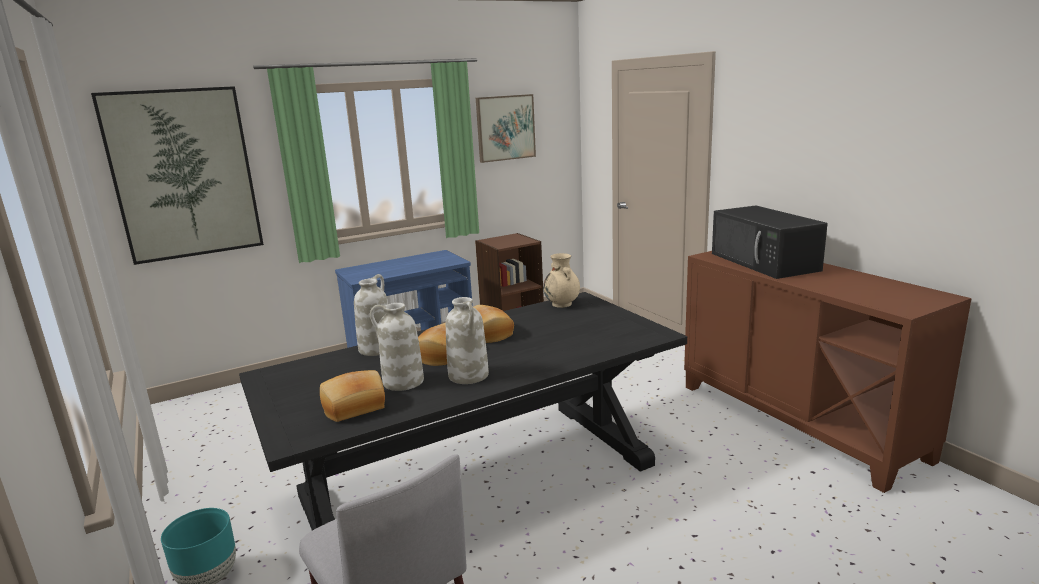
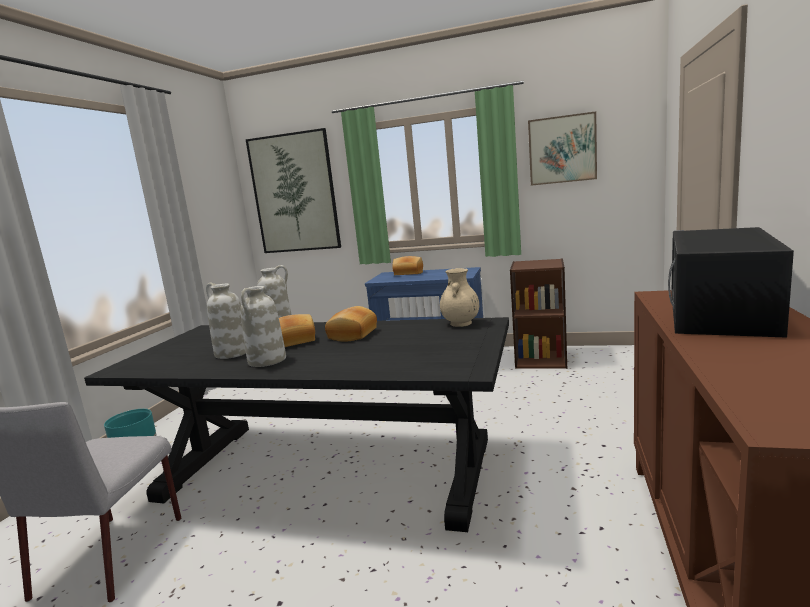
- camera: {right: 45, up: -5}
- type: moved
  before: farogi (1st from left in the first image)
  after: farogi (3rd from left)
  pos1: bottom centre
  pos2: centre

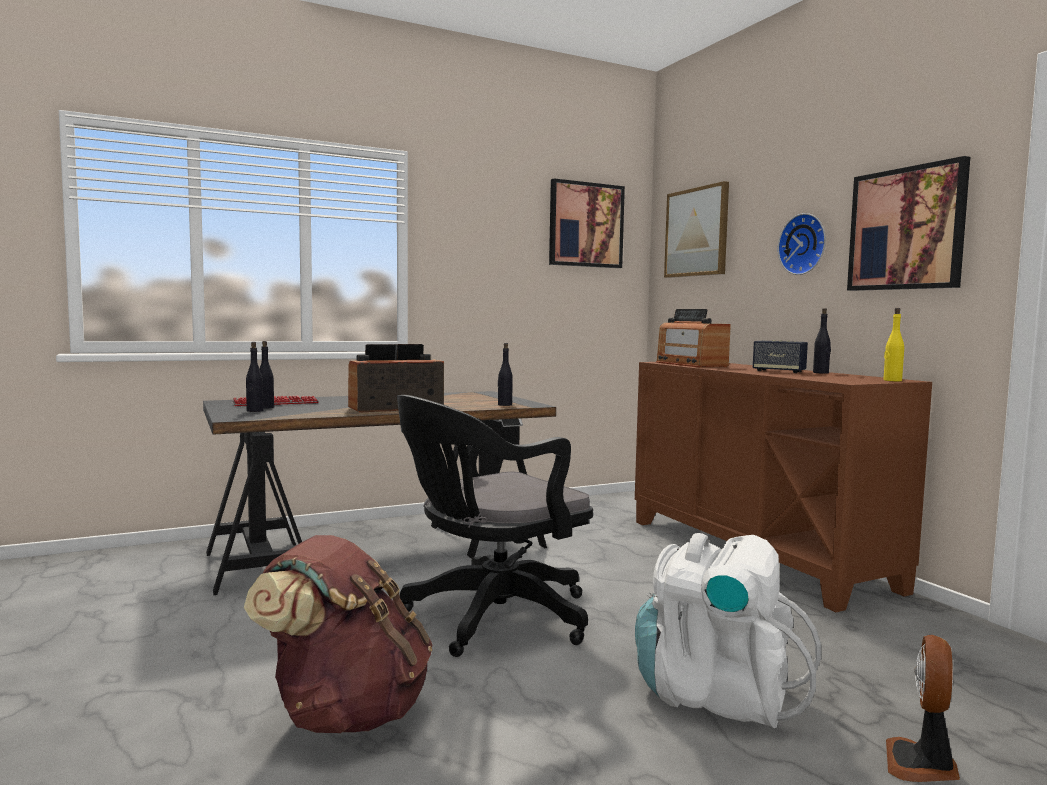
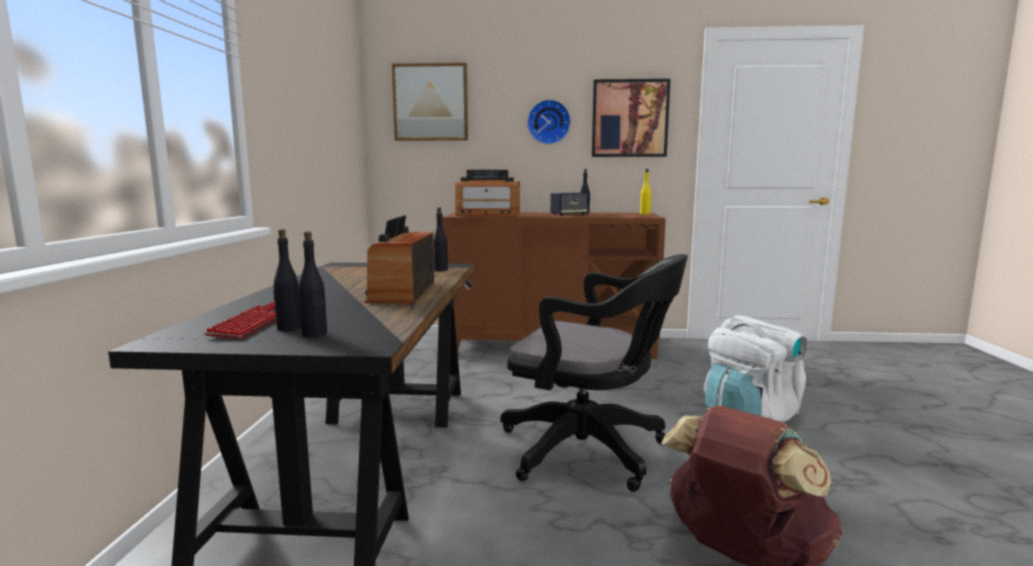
- camera: {right: -60, up: 5}
- type: removed
  before: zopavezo (1st from left)
  pos1: top centre
- type: removed
  before: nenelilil
  pos1: bottom right
- type: turned
  before: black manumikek
  pos1: bottom centre
  pos2: centre
  turn: -60

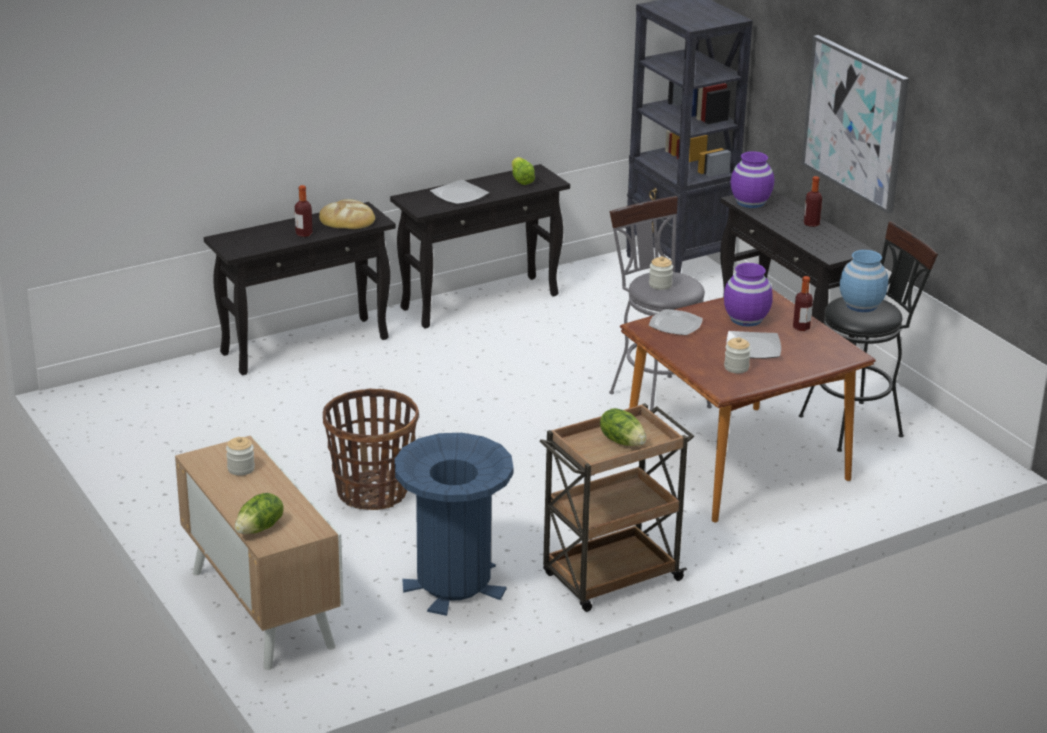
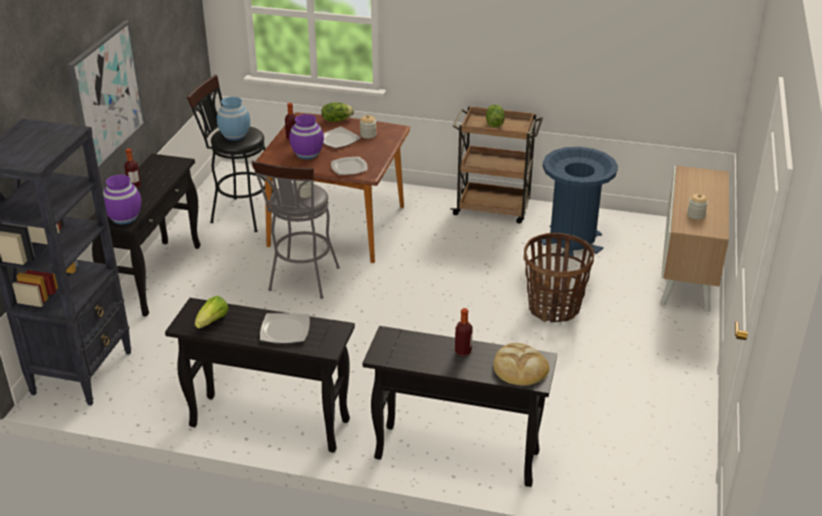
- camera: {right: -135, up: 5}
- type: moved
  before: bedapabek (1st from left in the first image)
  after: bedapabek (2nd from left)
  pos1: bottom left
  pos2: top centre
- type: moved
  before: farogi
  pos1: top left
  pos2: bottom centre

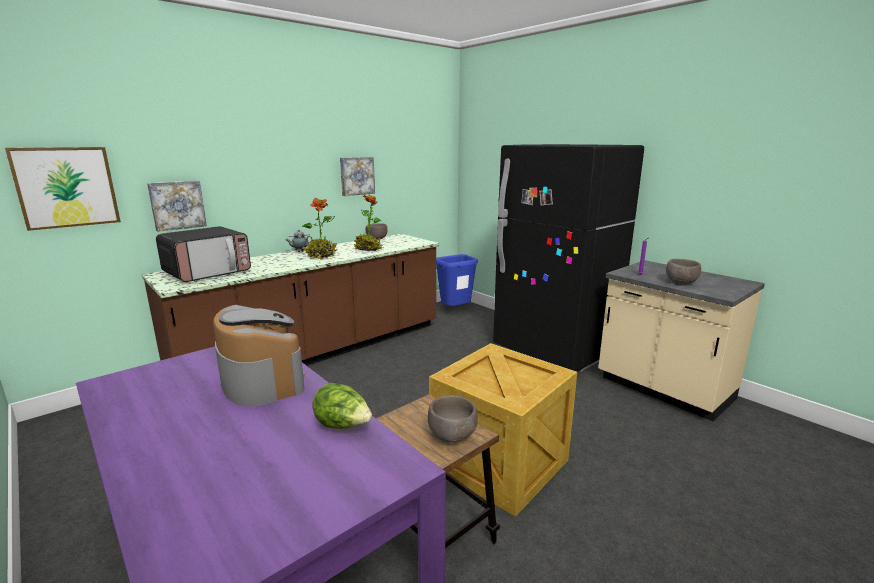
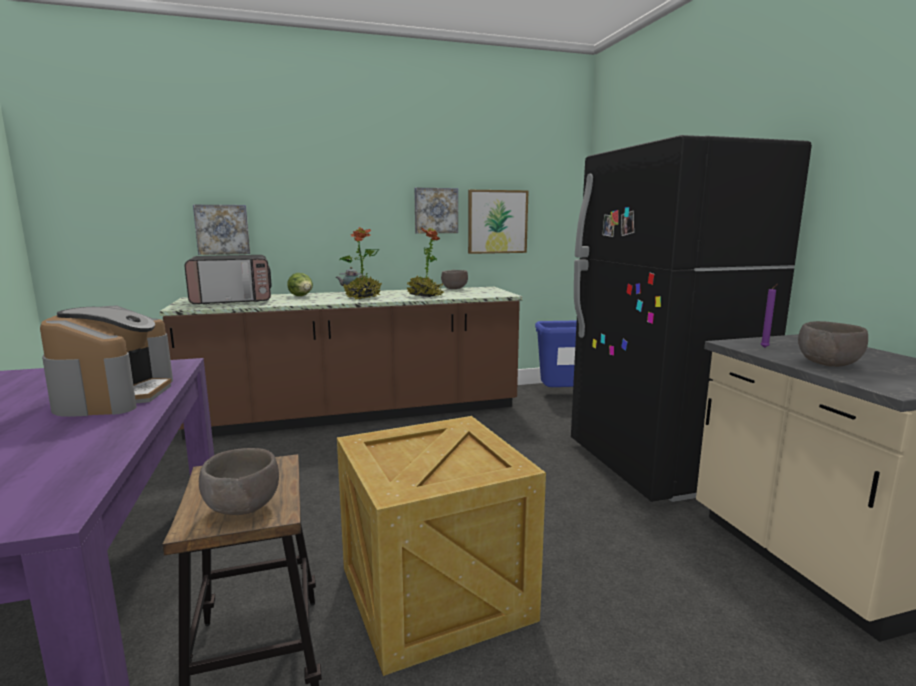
- camera: {right: 25, up: -5}
- type: moved
  before: zopavezo (1st from left in the first image)
  after: zopavezo (3rd from left)
  pos1: top left
  pos2: top centre
- type: moved
  before: bedapabek
  pos1: bottom centre
  pos2: middle left

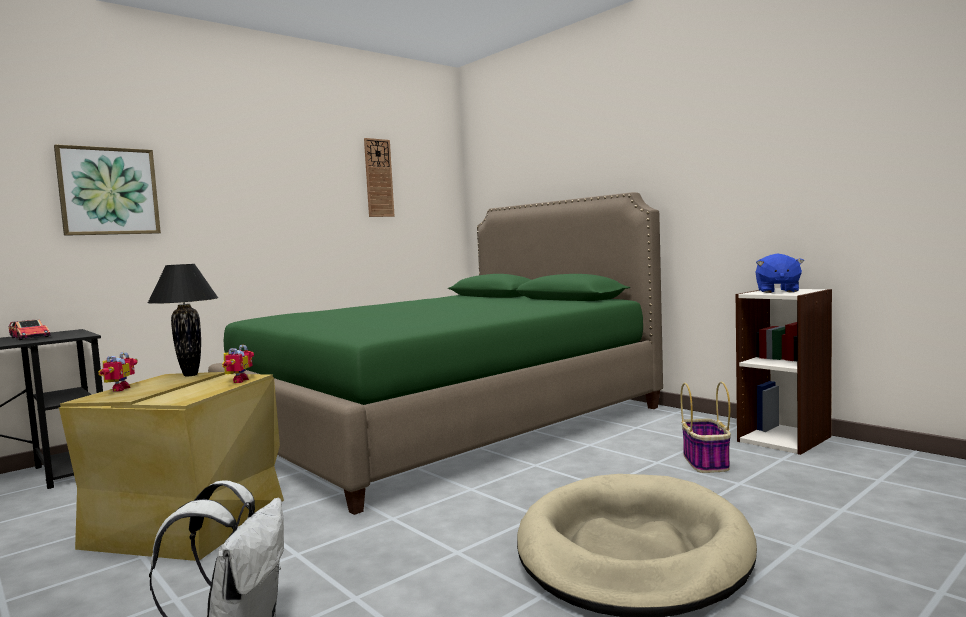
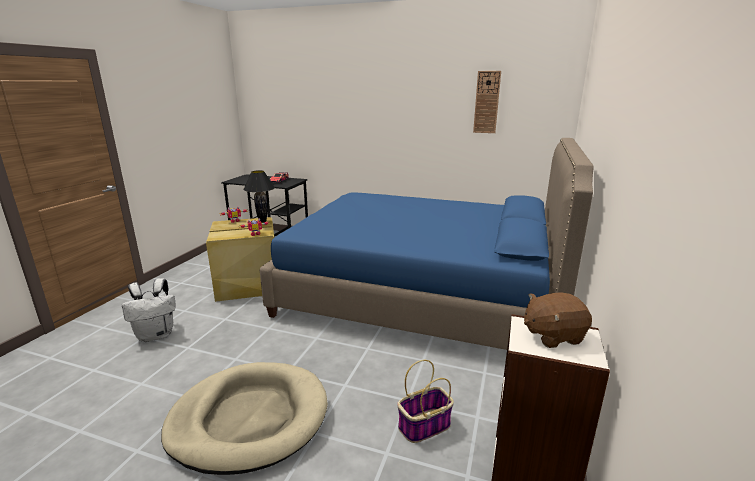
- camera: {right: 60, up: 15}
- type: removed
  before: zopavezo
  pos1: top left
- type: recoloured
  before: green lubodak
  after: blue lubodak
  pos1: centre
  pos2: centre
- type: recoloured
  before: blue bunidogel
  after: brown bunidogel
  pos1: middle right
  pos2: middle right

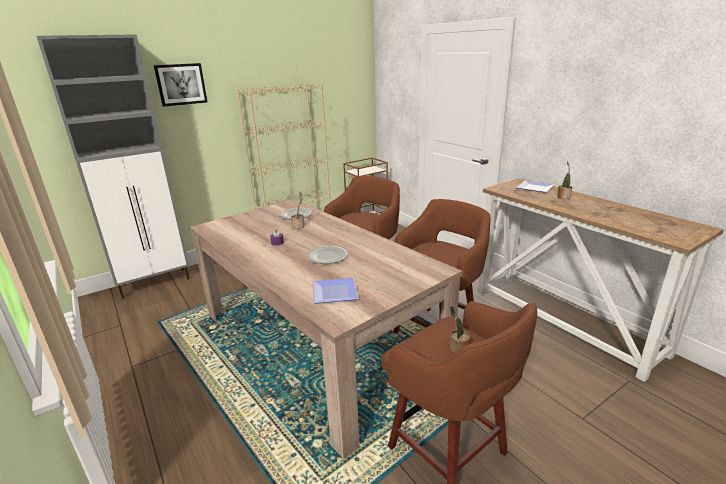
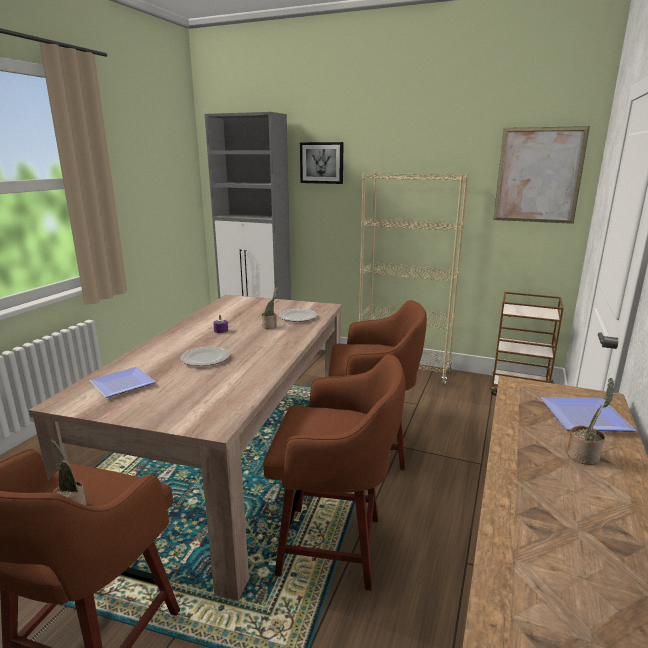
- camera: {right: 55, up: -5}
- type: added
  after: zopavezo (2nd from left)
  pos2: top right

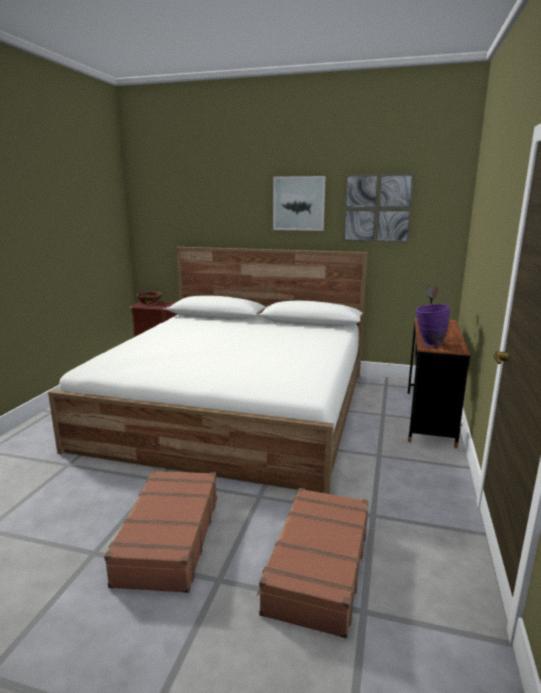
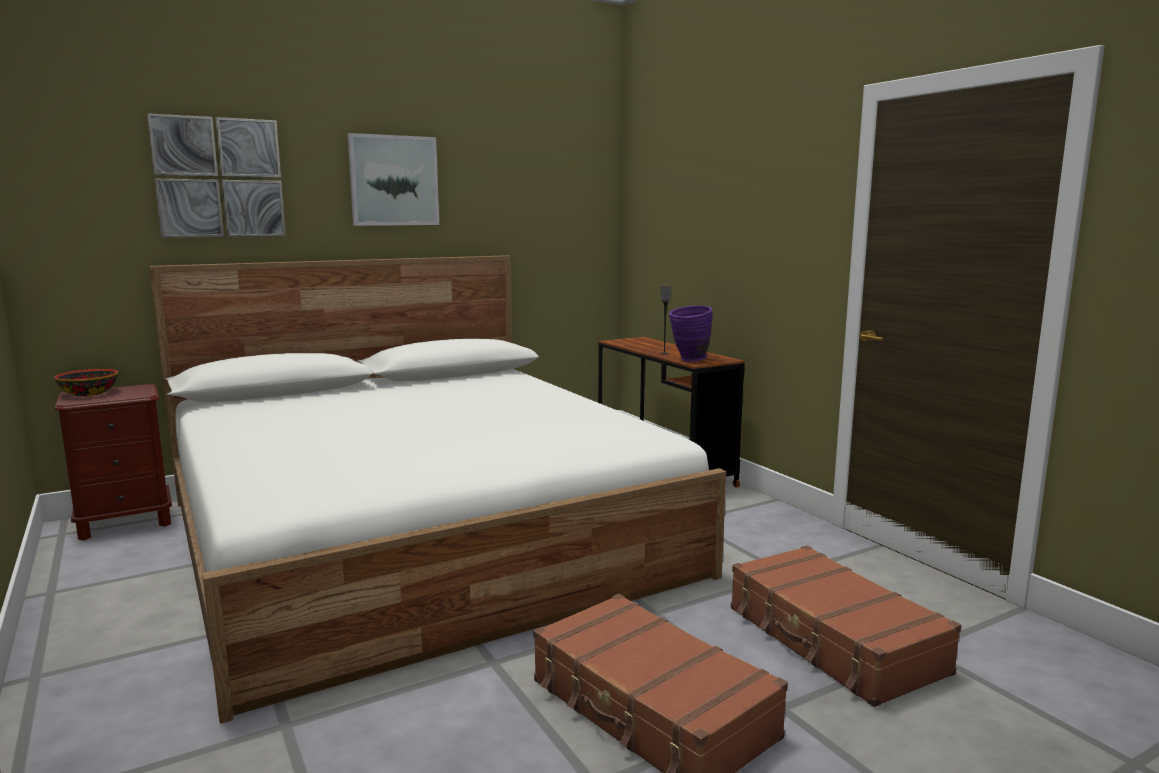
- camera: {right: -45, up: -5}
- type: moved
  before: zopavezo (2nd from left in the first image)
  after: zopavezo (1st from left)
  pos1: top right
  pos2: top left

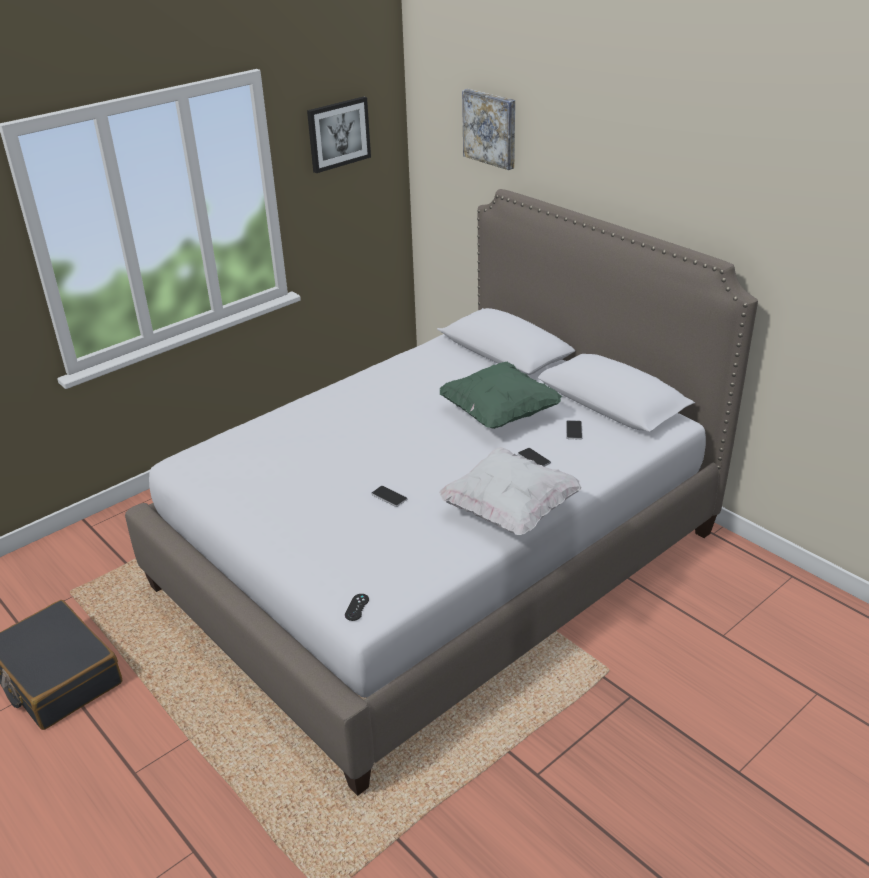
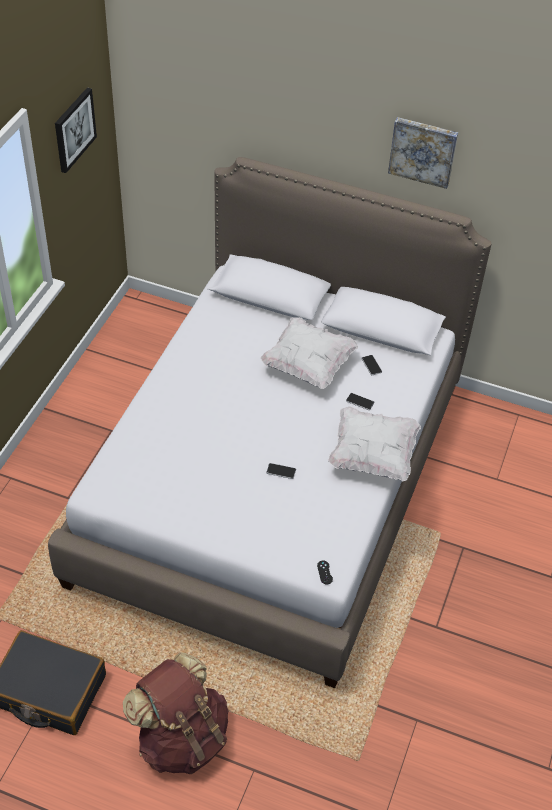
- camera: {right: -30, up: 15}
- type: added
  after: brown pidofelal
  pos2: bottom left
- type: moved
  before: zopavezo (2nd from left)
  pos1: top centre
  pos2: top right
- type: recoloured
  before: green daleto
  after: white daleto (1st from left)
  pos1: centre
  pos2: centre

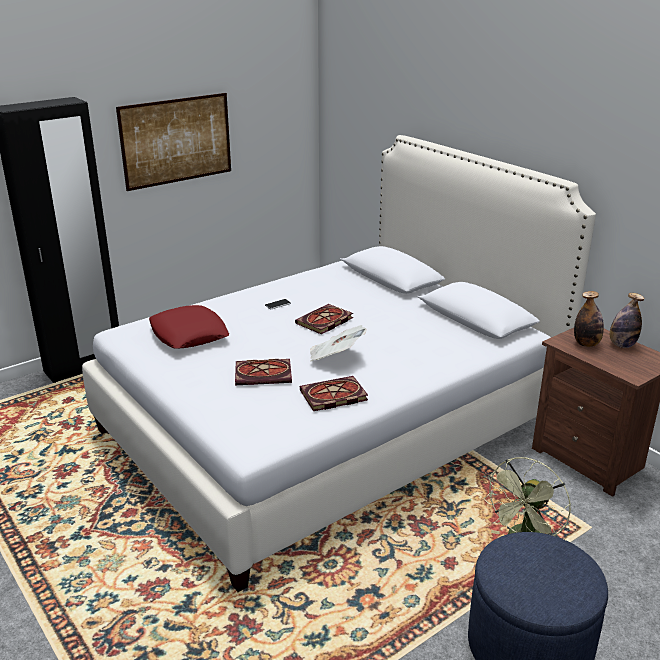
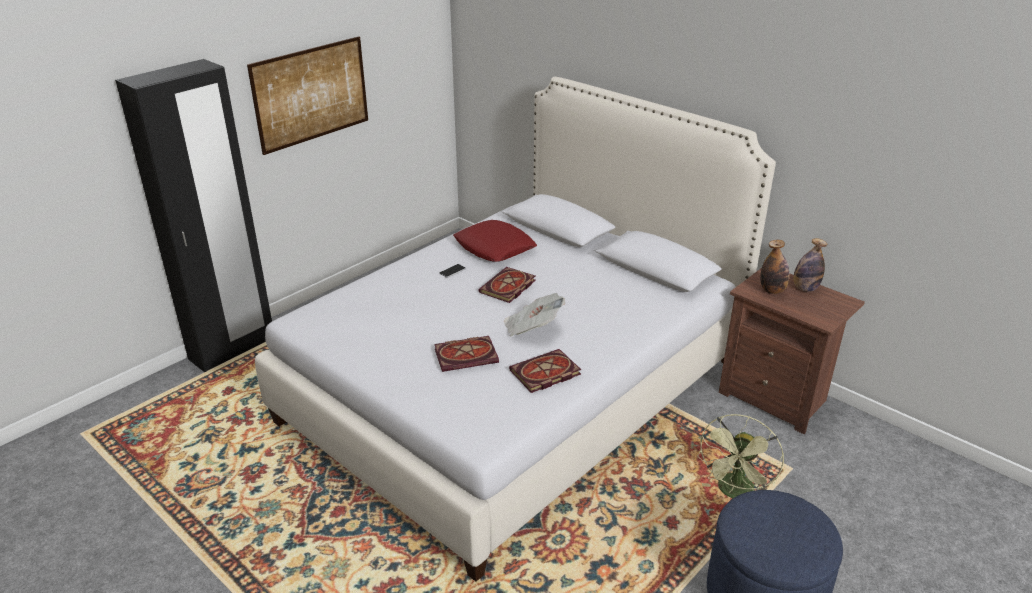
- camera: {right: -10, up: 5}
- type: moved
  before: red daleto
  pos1: middle left
  pos2: centre

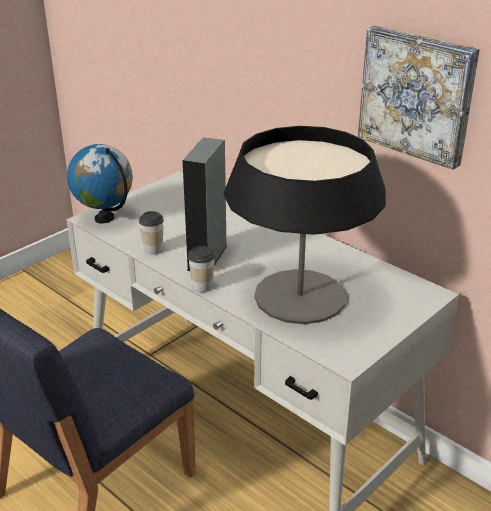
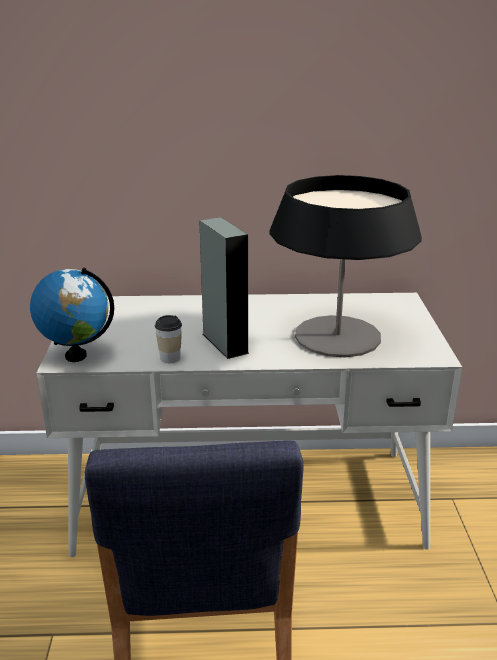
- camera: {right: -45, up: -5}
- type: removed
  before: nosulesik (2nd from left)
  pos1: centre
- type: removed
  before: zopavezo
  pos1: top right

